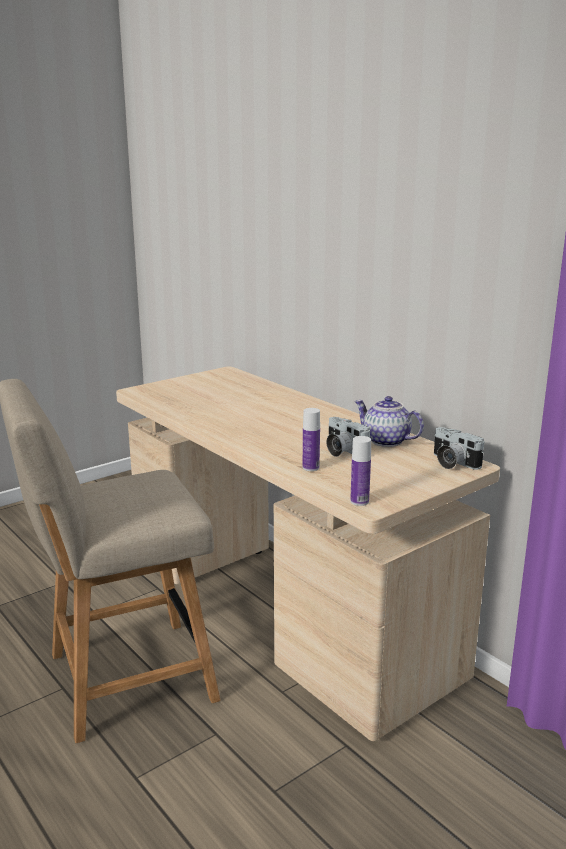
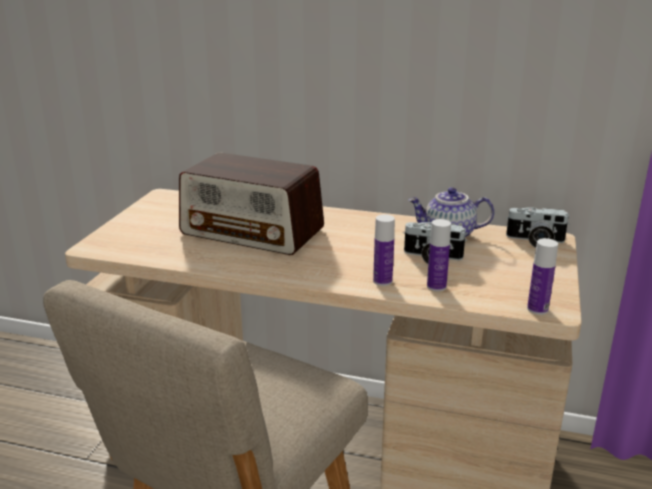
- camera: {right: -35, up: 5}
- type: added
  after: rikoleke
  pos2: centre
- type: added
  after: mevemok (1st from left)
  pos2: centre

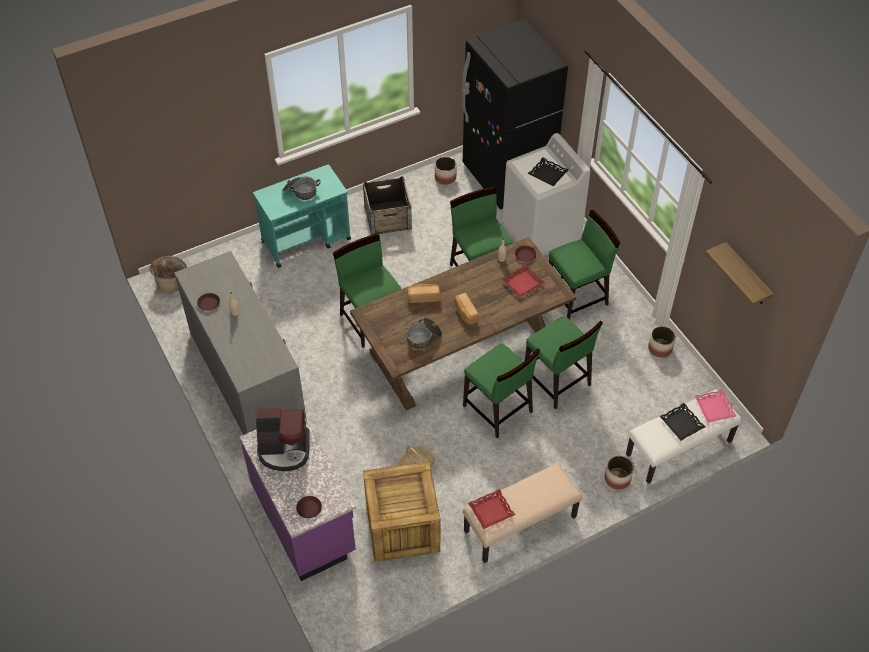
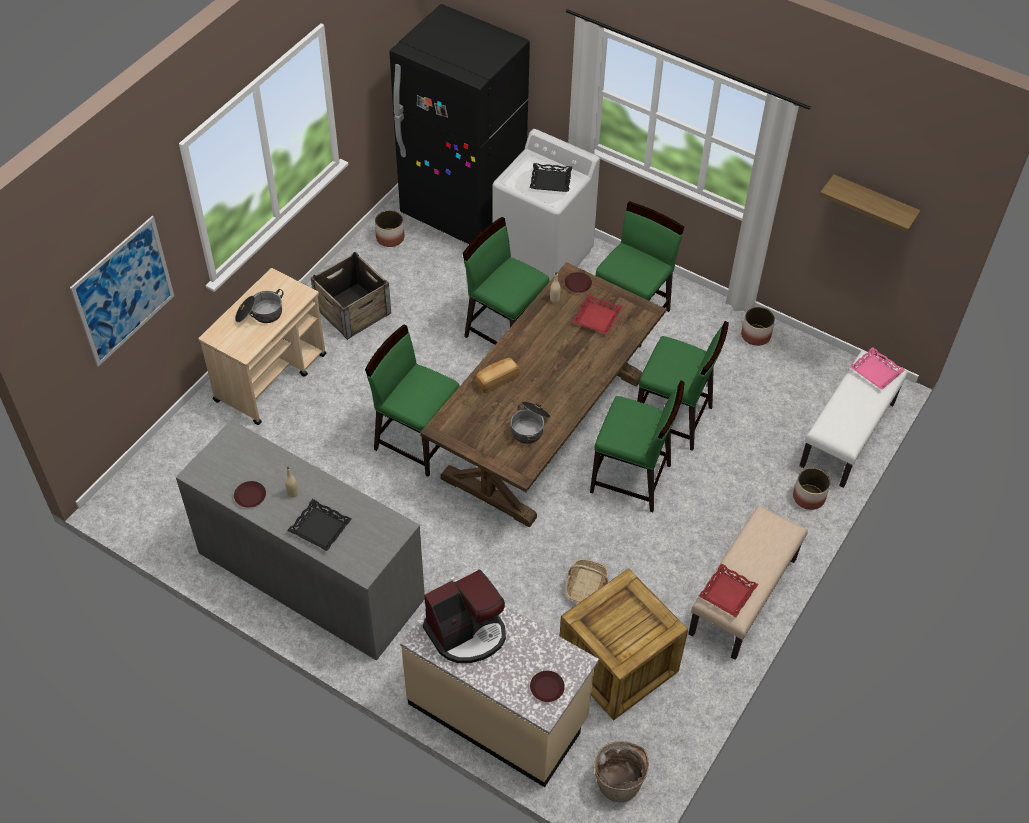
- camera: {right: -30, up: 0}
- type: removed
  before: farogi (2nd from left)
  pos1: centre
- type: added
  after: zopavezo
  pos2: middle left
- type: moved
  before: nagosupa (1st from left in the first image)
  after: nagosupa (2nd from left)
  pos1: middle left
  pos2: bottom centre
- type: moved
  before: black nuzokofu (2nd from left in the first image)
  after: black nuzokofu (1st from left)
  pos1: middle right
  pos2: middle left
- type: recoloured
  before: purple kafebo
  after: beige kafebo
  pos1: bottom centre
  pos2: bottom centre
- type: recoloured
  before: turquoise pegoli
  after: beige pegoli
  pos1: top centre
  pos2: middle left

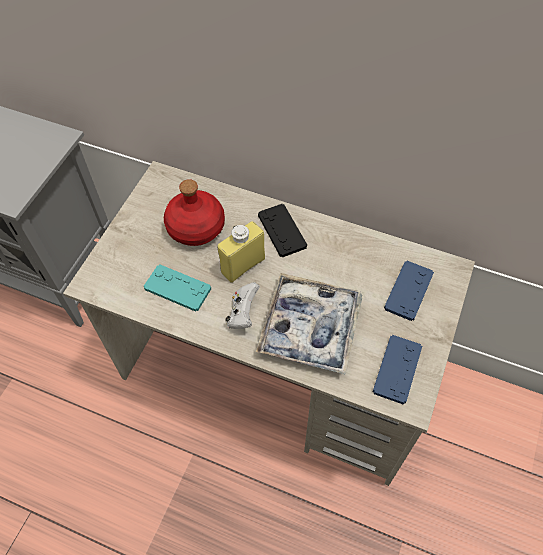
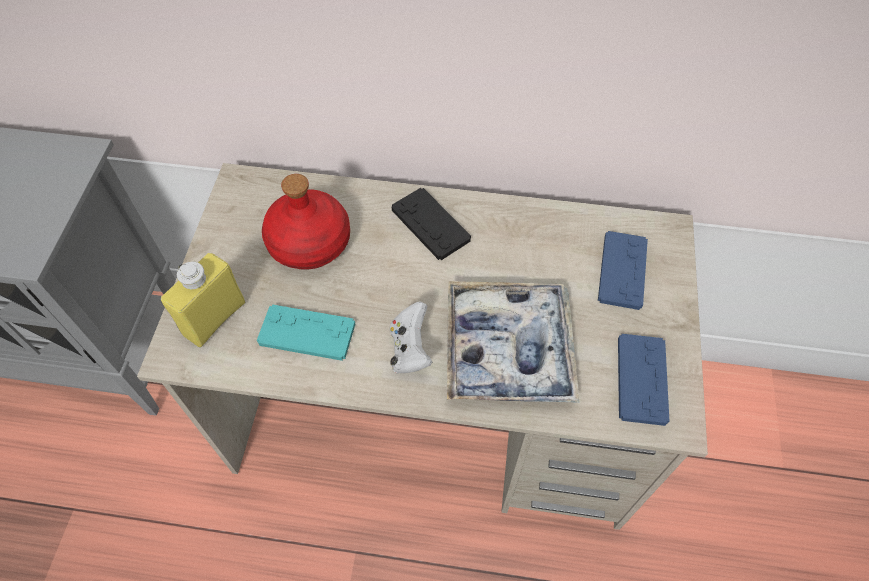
- camera: {right: -15, up: 0}
- type: moved
  before: yellow mevemok
  pos1: centre
  pos2: middle left

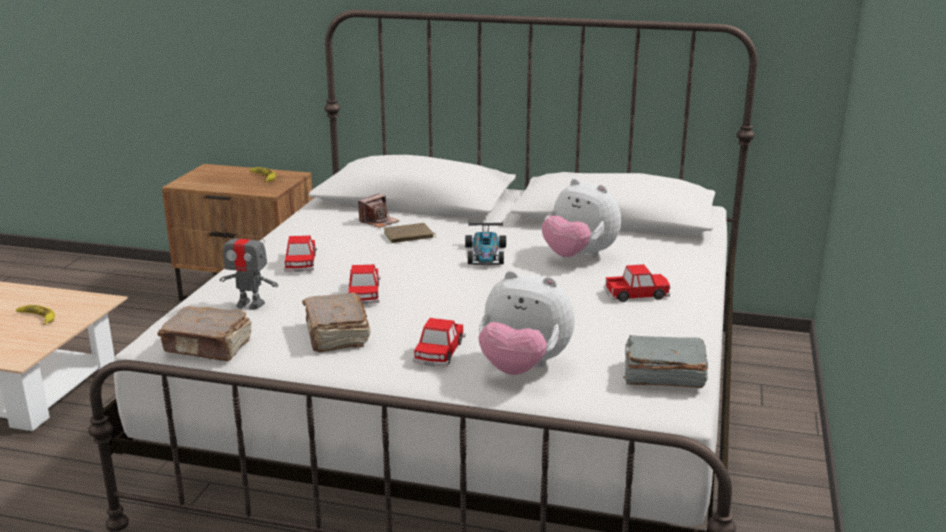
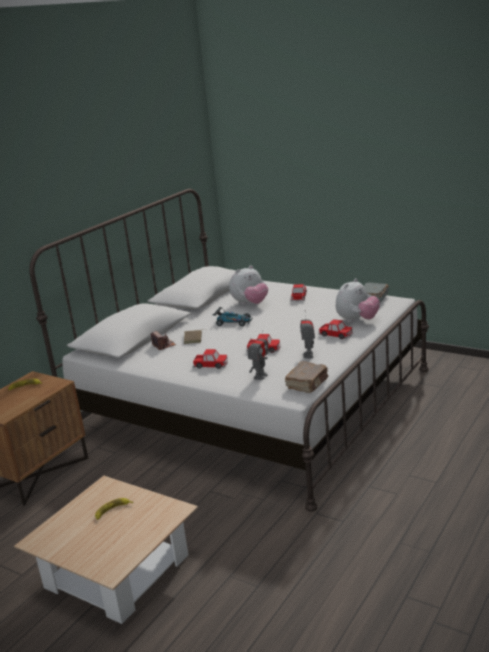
- camera: {right: -70, up: 0}
- type: replaced
  before: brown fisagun (2nd from left)
  after: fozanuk (2nd from left)
  pos1: centre
  pos2: centre

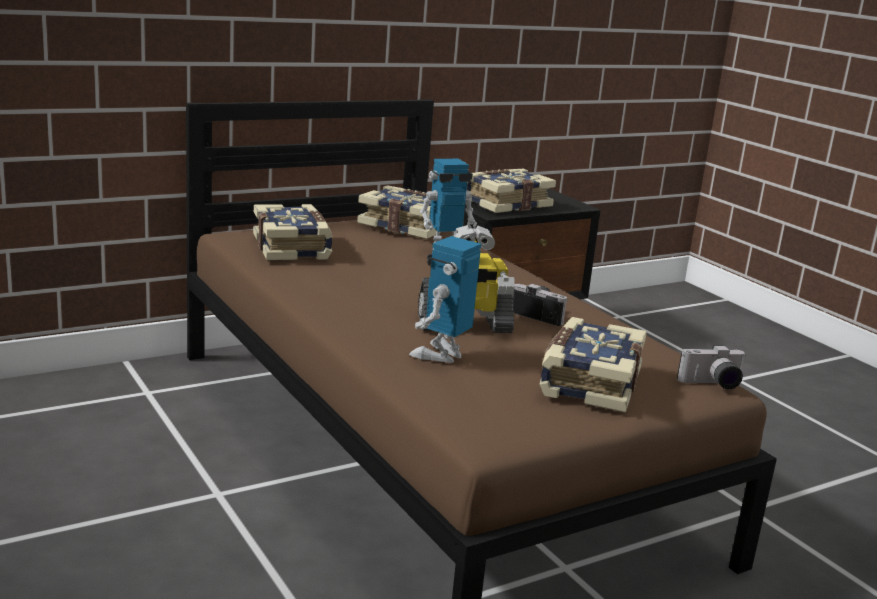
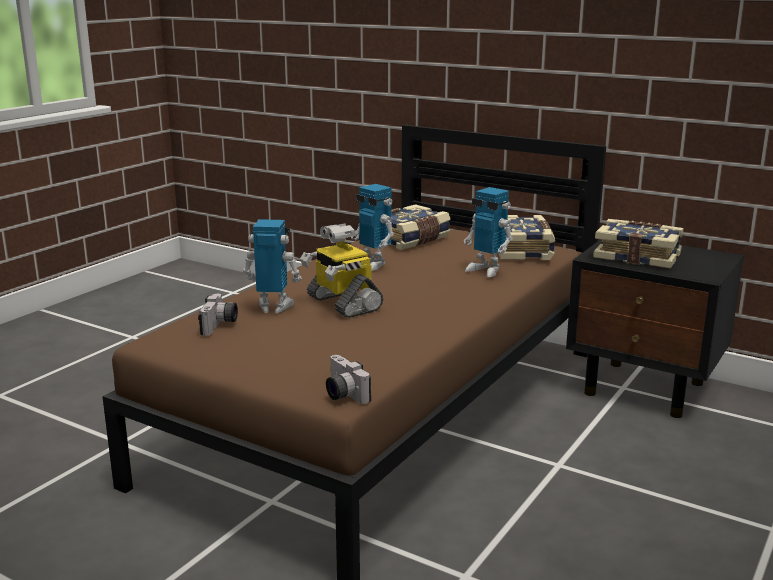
- camera: {right: 65, up: 0}
- type: removed
  before: fisagun (4th from left)
  pos1: middle right
- type: added
  after: fozanuk (3rd from left)
  pos2: centre
- type: moved
  before: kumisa (1st from left)
  pos1: centre
  pos2: middle left

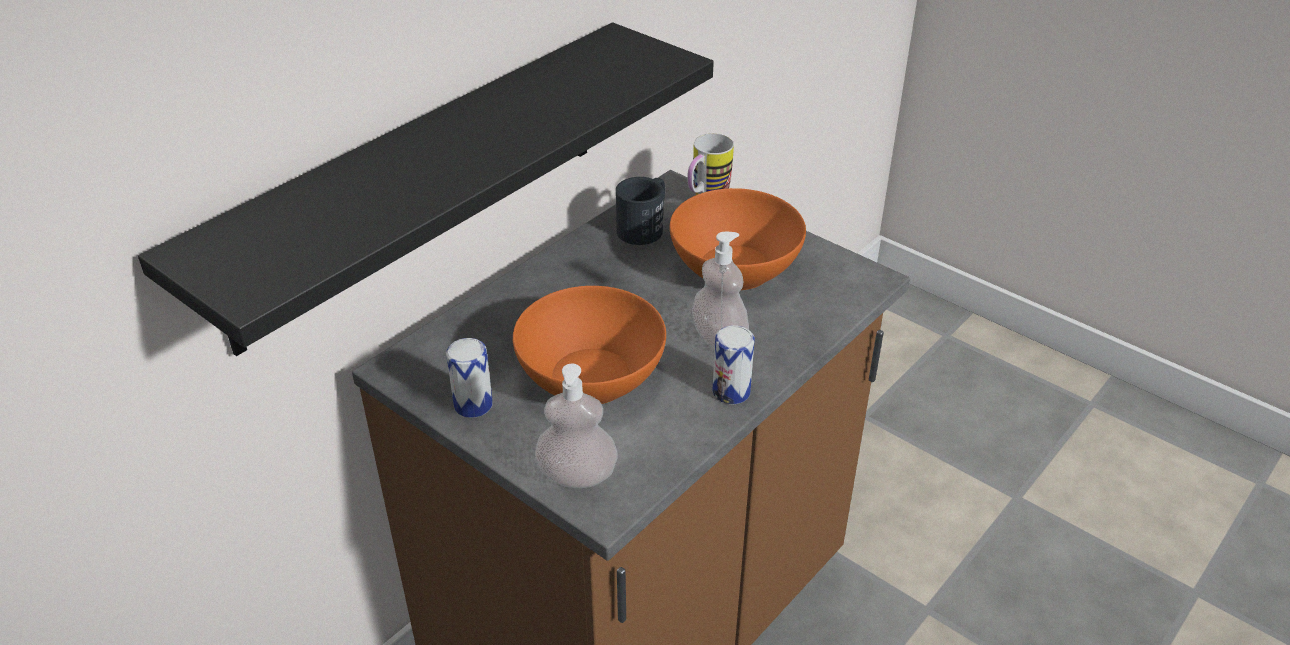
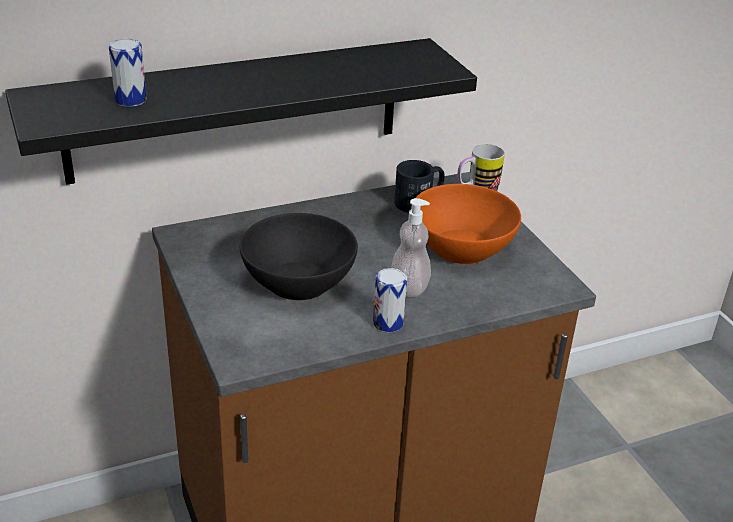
- camera: {right: 25, up: -5}
- type: removed
  before: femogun (1st from left)
  pos1: centre
- type: moved
  before: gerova (1st from left)
  pos1: centre
  pos2: top left
- type: recoloured
  before: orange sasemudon (1st from left)
  after: black sasemudon
  pos1: centre
  pos2: centre

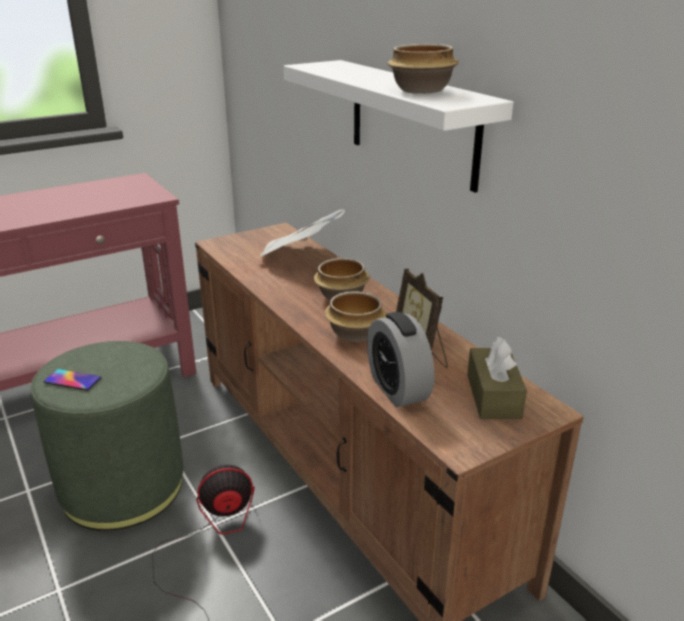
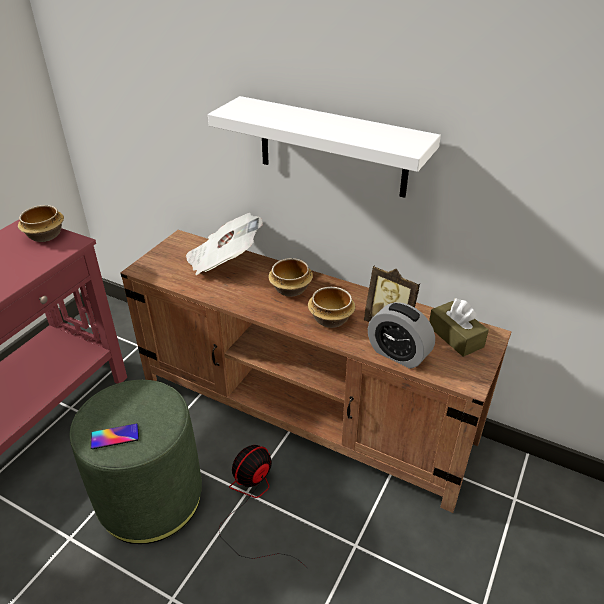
- camera: {right: -30, up: 10}
- type: moved
  before: sasemudon (3rd from left in the first image)
  after: sasemudon (1st from left)
  pos1: top centre
  pos2: middle left

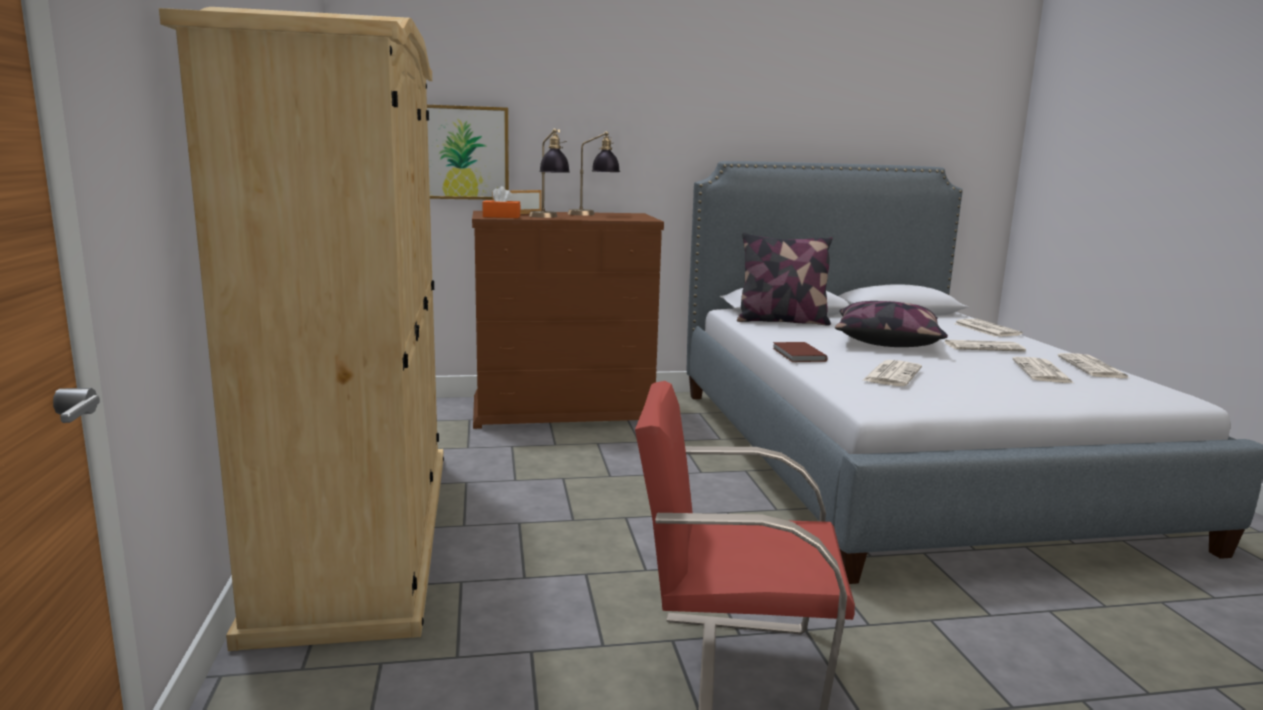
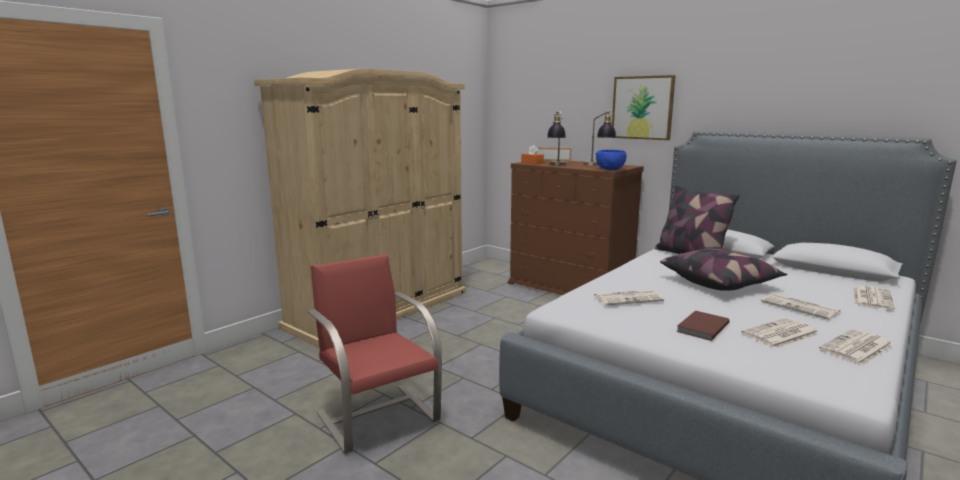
- camera: {right: 50, up: 0}
- type: added
  after: blue sasemudon
  pos2: centre
- type: moved
  before: zopavezo
  pos1: top centre
  pos2: top right
- type: moved
  before: brown fisagun
  pos1: centre
  pos2: bottom right

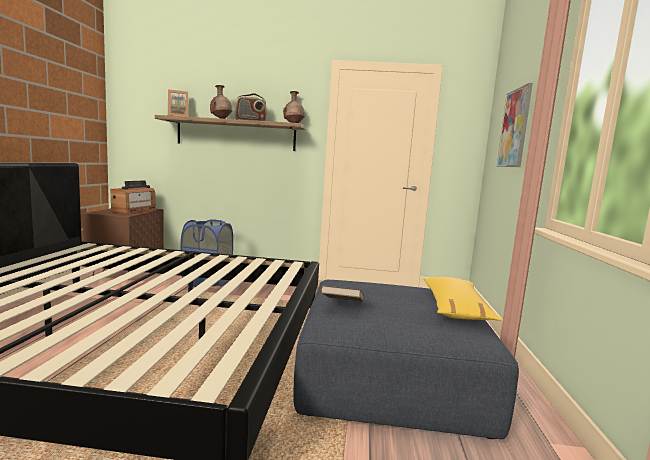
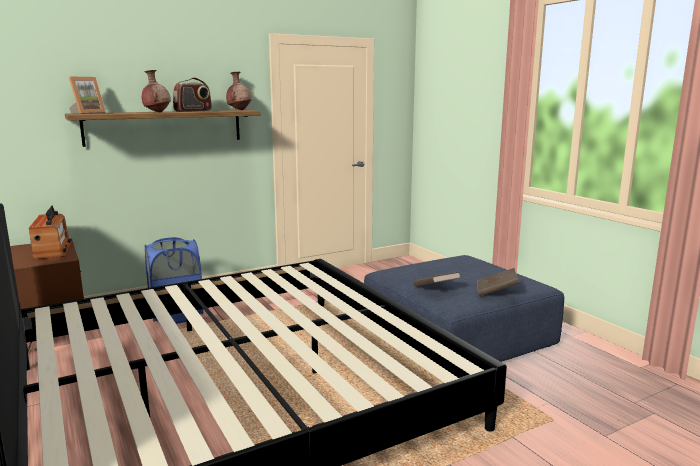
- camera: {right: -35, up: 5}
- type: removed
  before: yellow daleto
  pos1: middle right
- type: removed
  before: zopavezo
  pos1: top right
- type: added
  after: brown fisagun (2nd from left)
  pos2: middle right

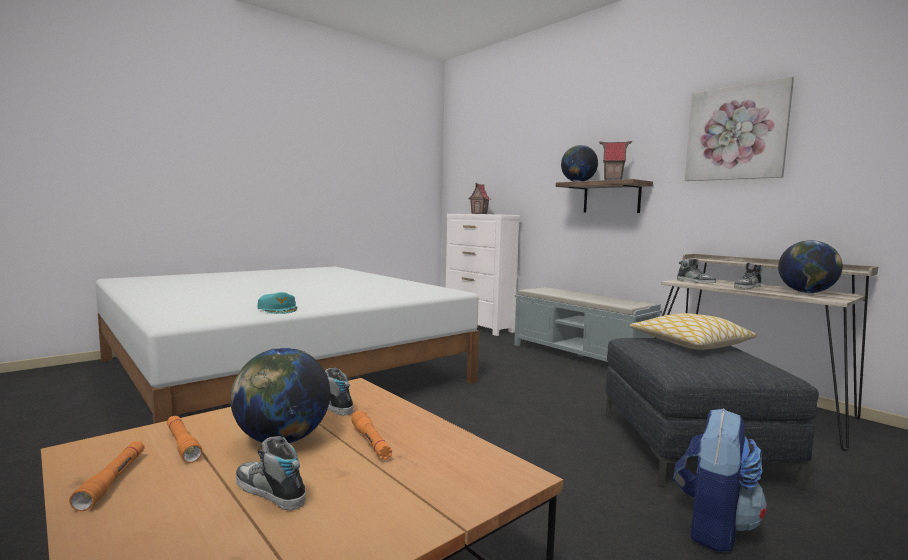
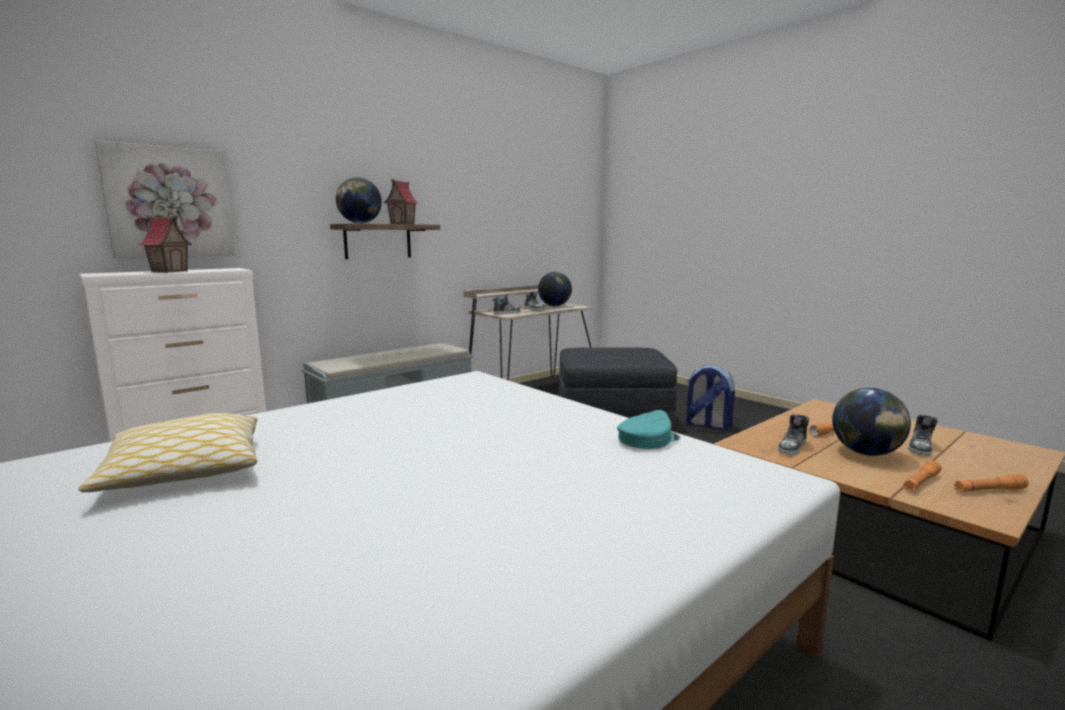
- camera: {right: -90, up: 5}
- type: moved
  before: daleto
  pos1: middle right
  pos2: middle left
- type: moved
  before: zopavezo
  pos1: top right
  pos2: top left

